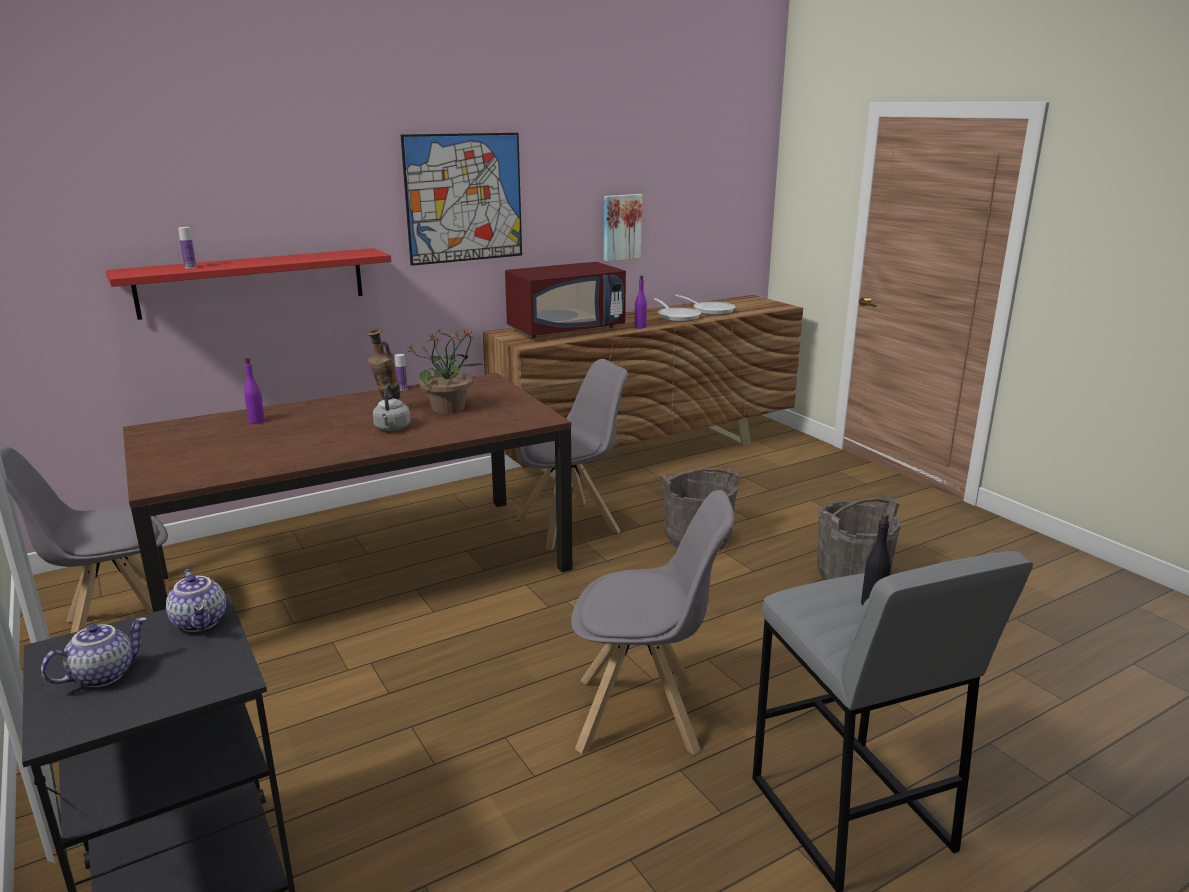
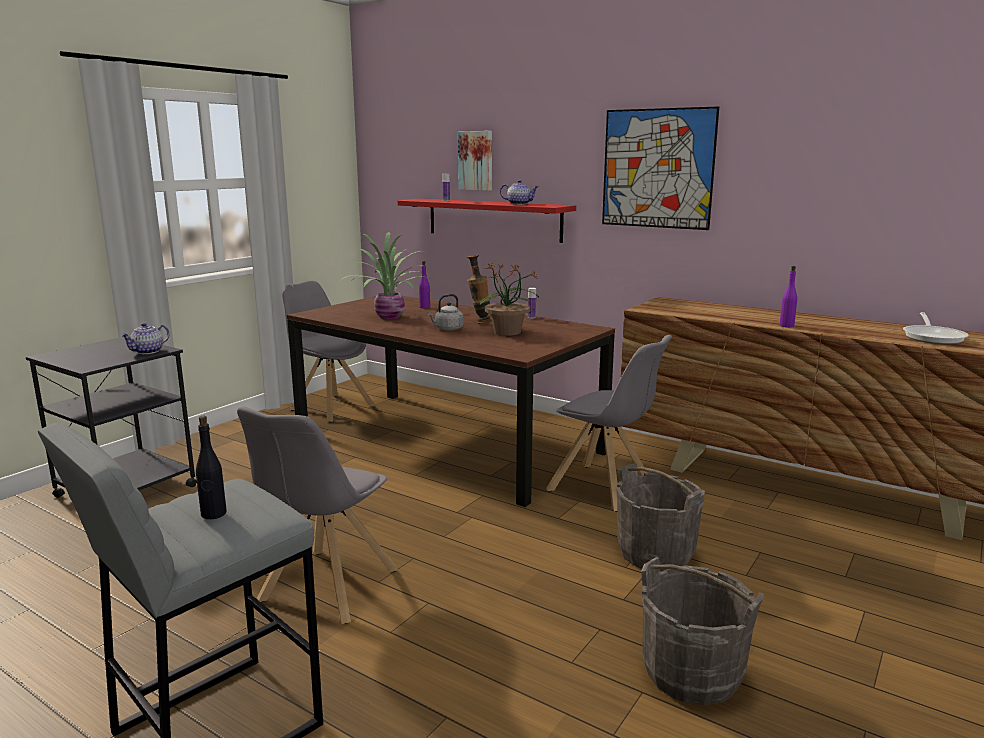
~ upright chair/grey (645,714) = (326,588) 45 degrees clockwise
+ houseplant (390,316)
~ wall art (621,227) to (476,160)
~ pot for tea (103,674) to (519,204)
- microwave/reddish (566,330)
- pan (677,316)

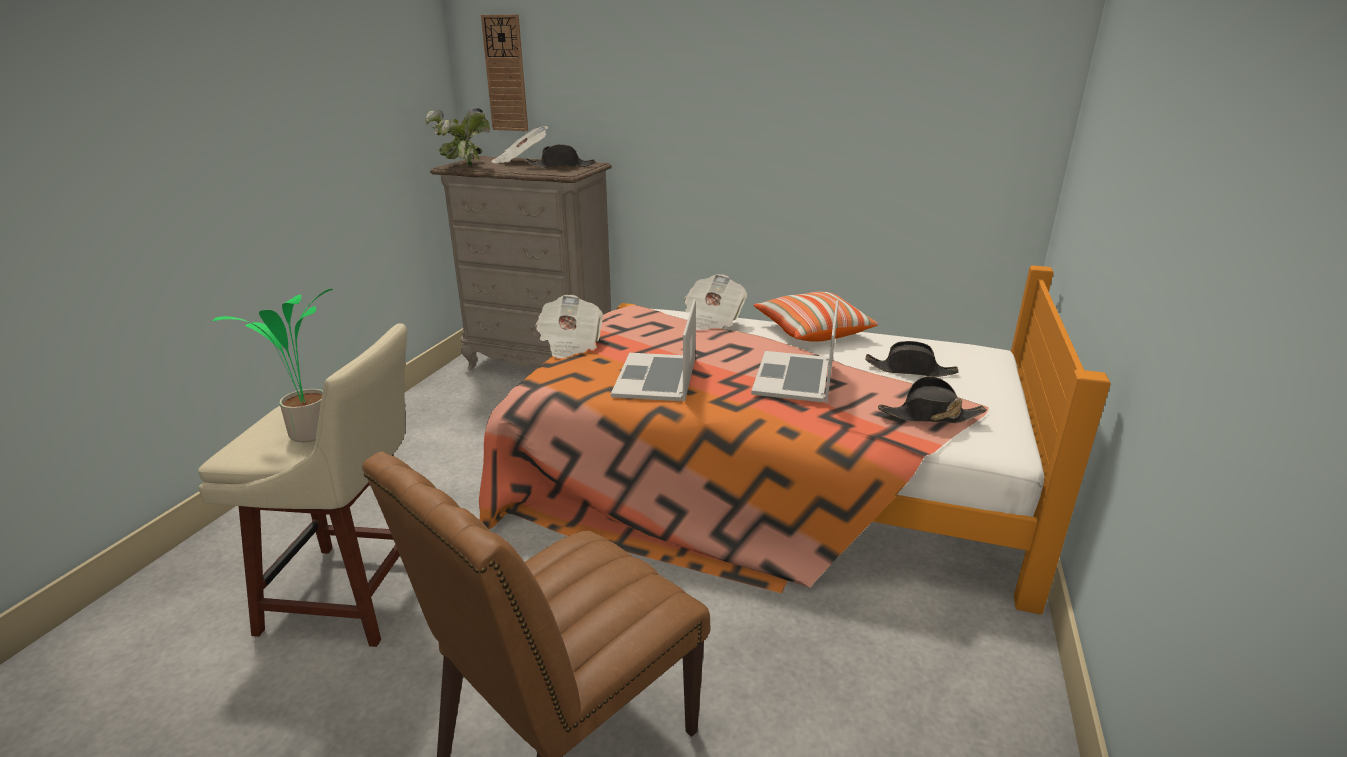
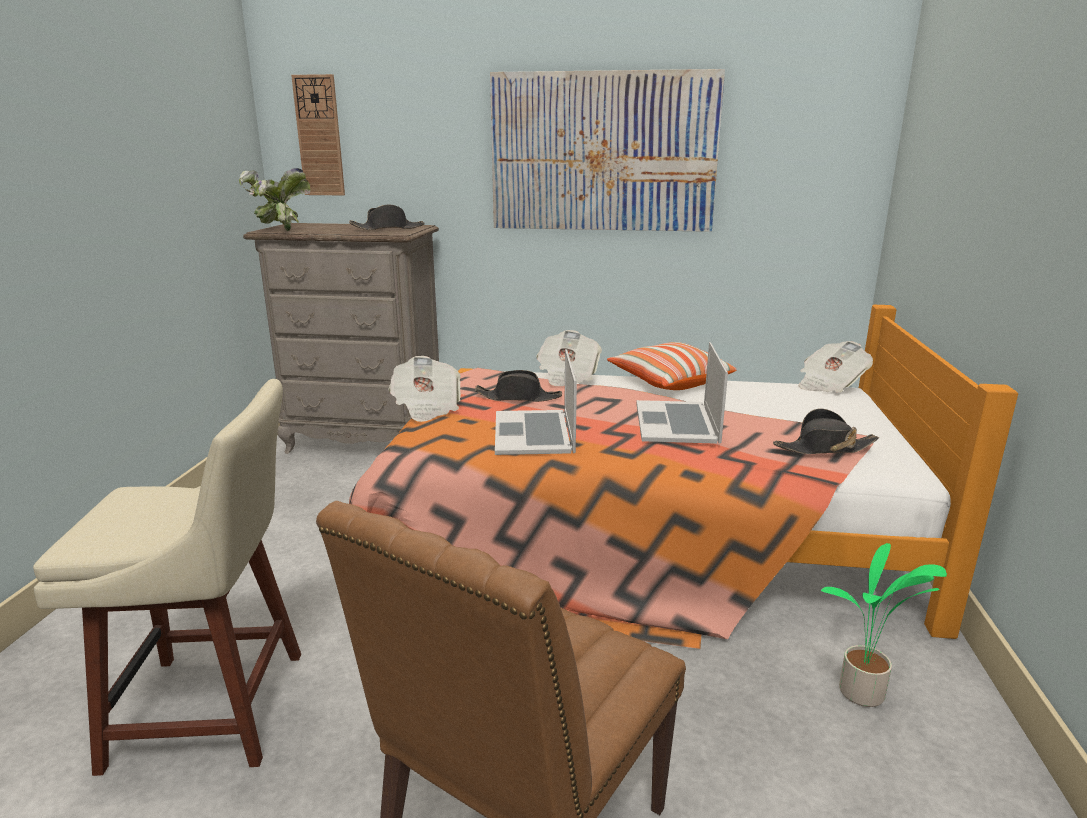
~ wearable hat/black-coloured (910,370) to (519,397)
+ wall art (603,152)
~ printed paper (521,161) to (829,385)
~ houseplant (310,435) to (863,695)

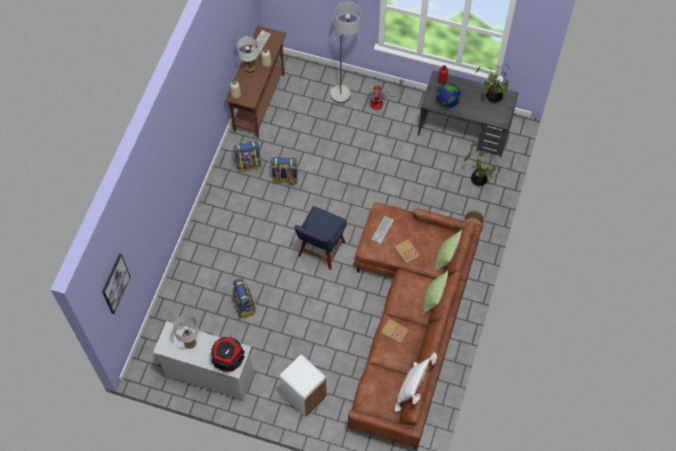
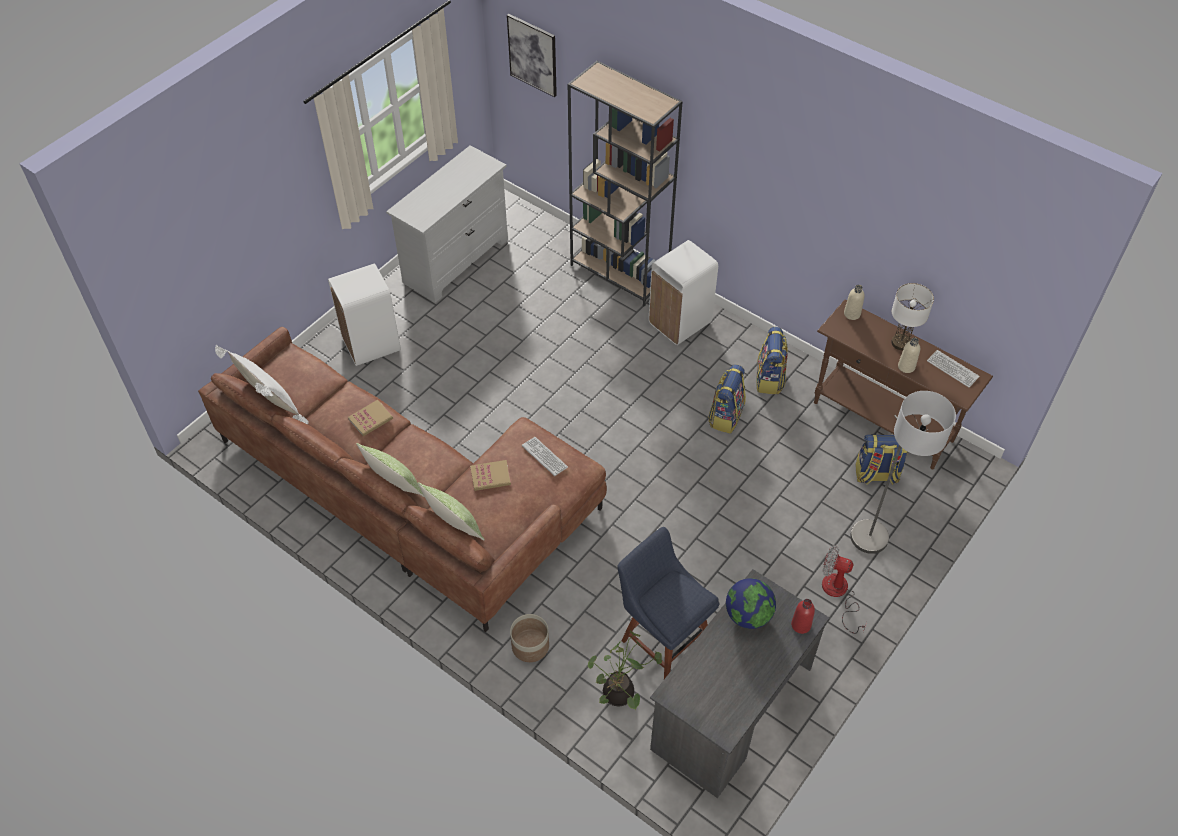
+ bookcase (620,273)
~ upright chair/bluish (320,251) to (663,637)
+ trash can/white (680,323)
~ rucksack (244,306) to (876,475)
- lamp for a table (190,342)
- loudspeaker (228,358)
- houseplant (492,96)

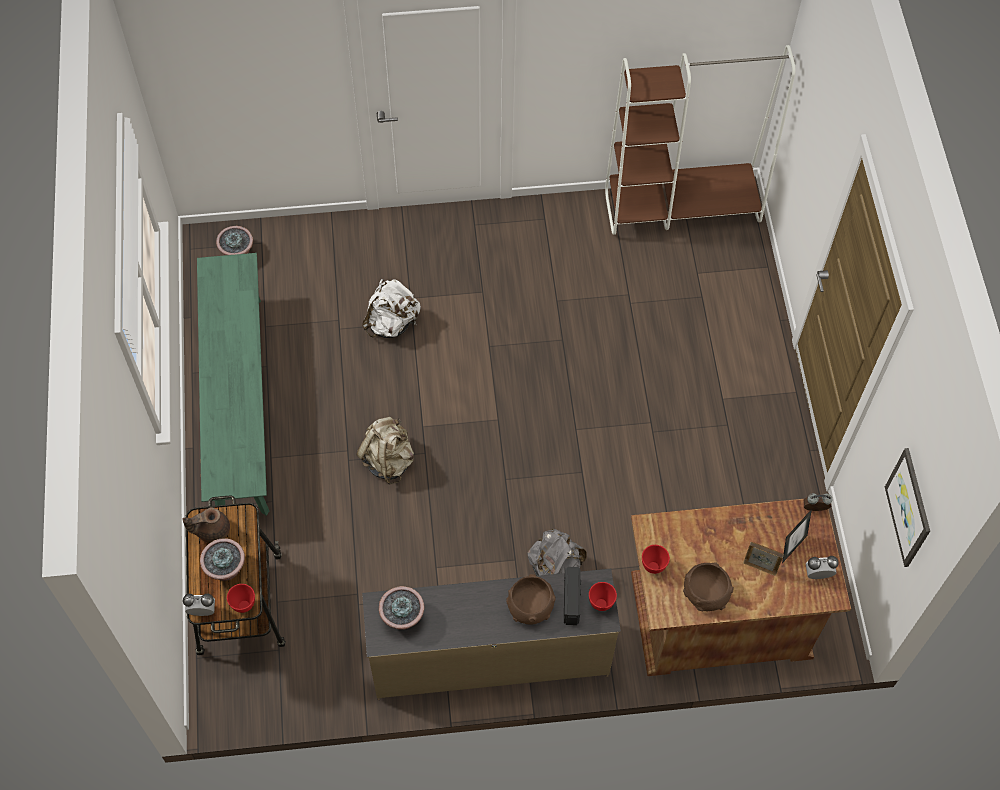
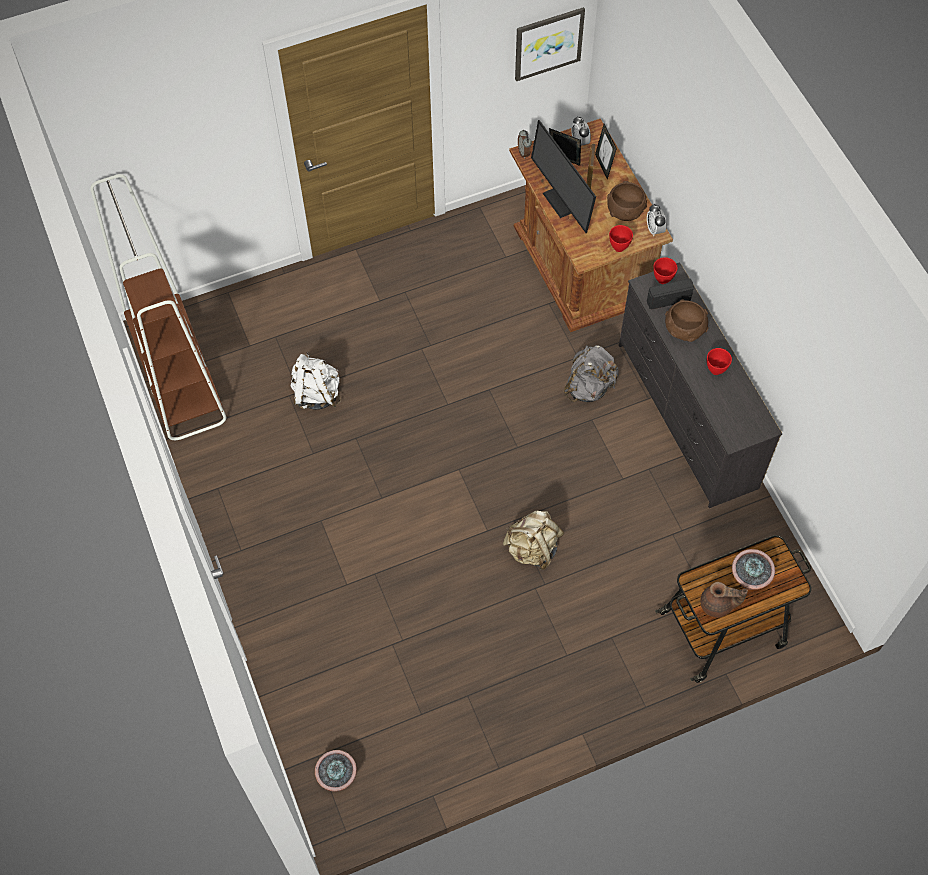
~ rucksack/white (392,323) to (316,394)
+ computer screen (565,199)
+ standing frame (603,166)
~ alarm clock (202,611) to (655,230)
~ pot for tea/brown-coloured (212,530) = (717,605) 45 degrees counterclockwise
~ deep dish/reddish (245,606) to (715,369)
- long seat/green (239,404)
- houseplant (402,617)

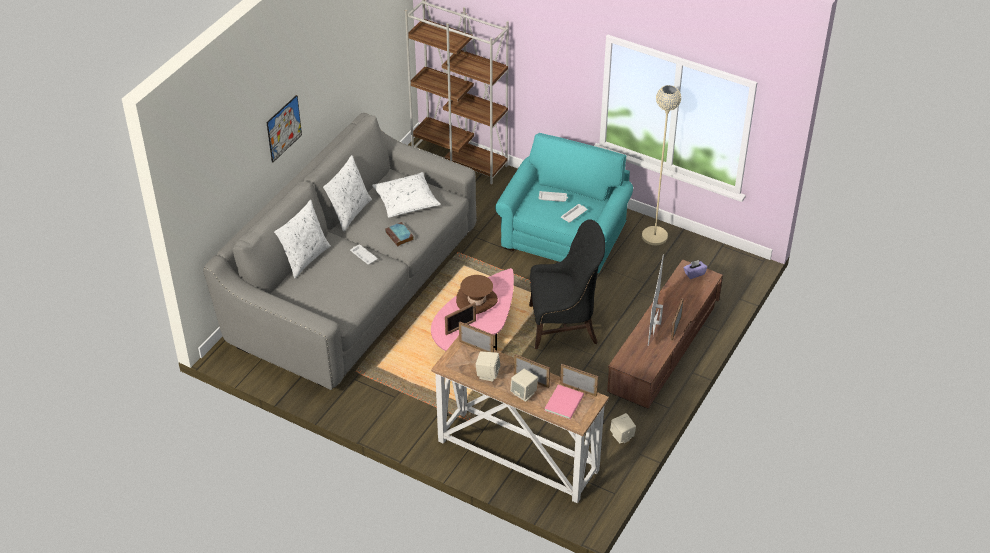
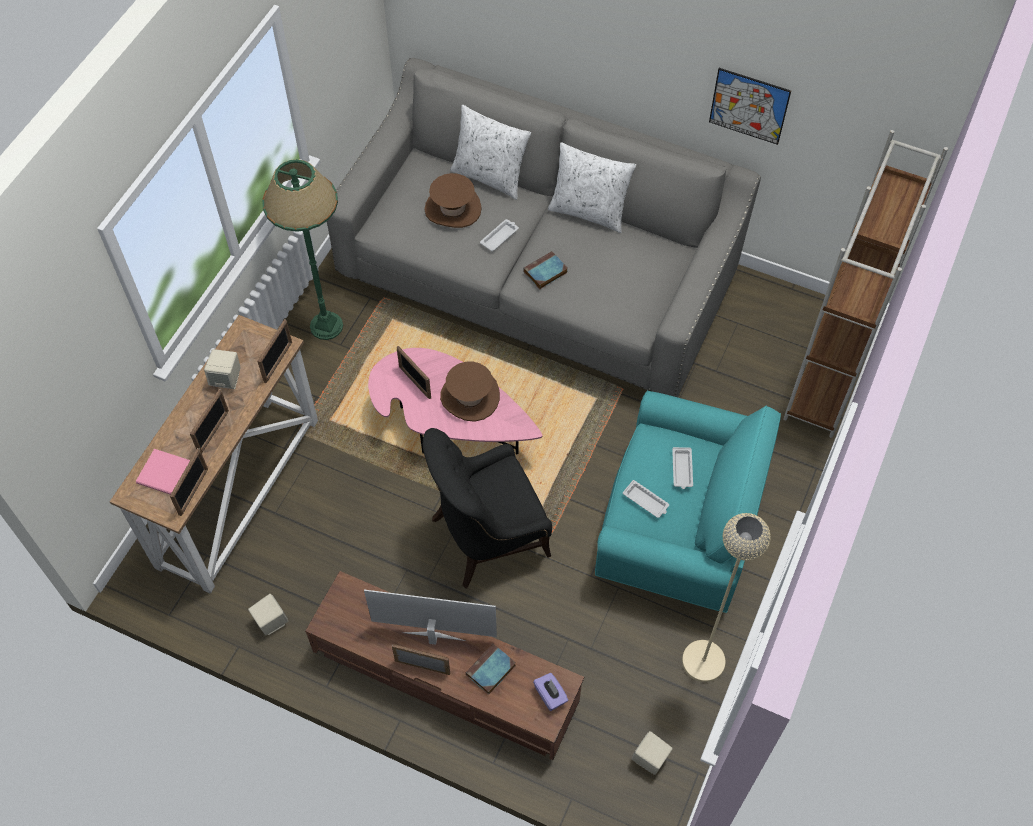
+ standard lamp/green (327,326)
~ lounge chair/black-coloured (564,324) = (488,536) 75 degrees clockwise
+ wearable hat/brown-coloured (453,209)
+ book (490,671)
~ loudspeaker/beige (524,393) to (650,759)
~ wall art (284,128) to (749,106)
- throw pillow/white (406,201)

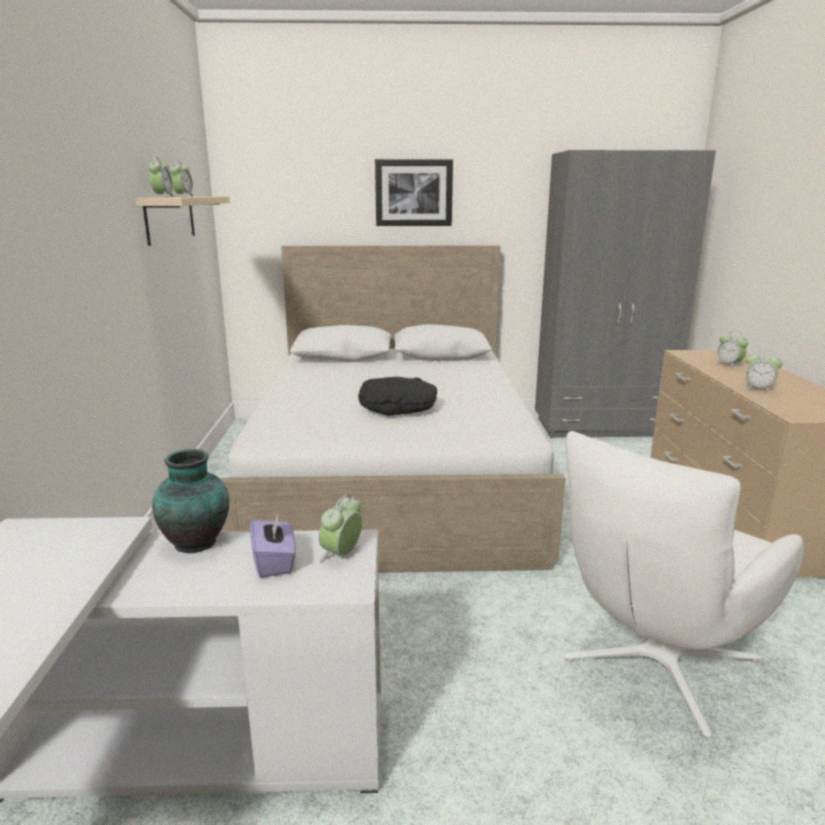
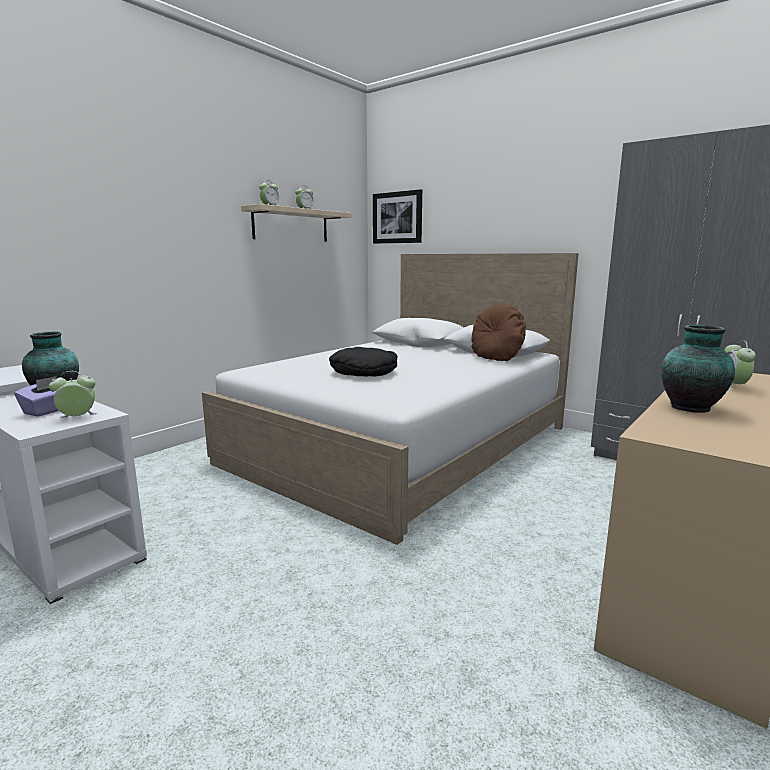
~ wall art (413,193) to (397,217)
+ throw pillow/brown-coloured (496,359)
~ alarm clock (758,389) to decorative vase (692,408)
- lounge chair/white (658,663)

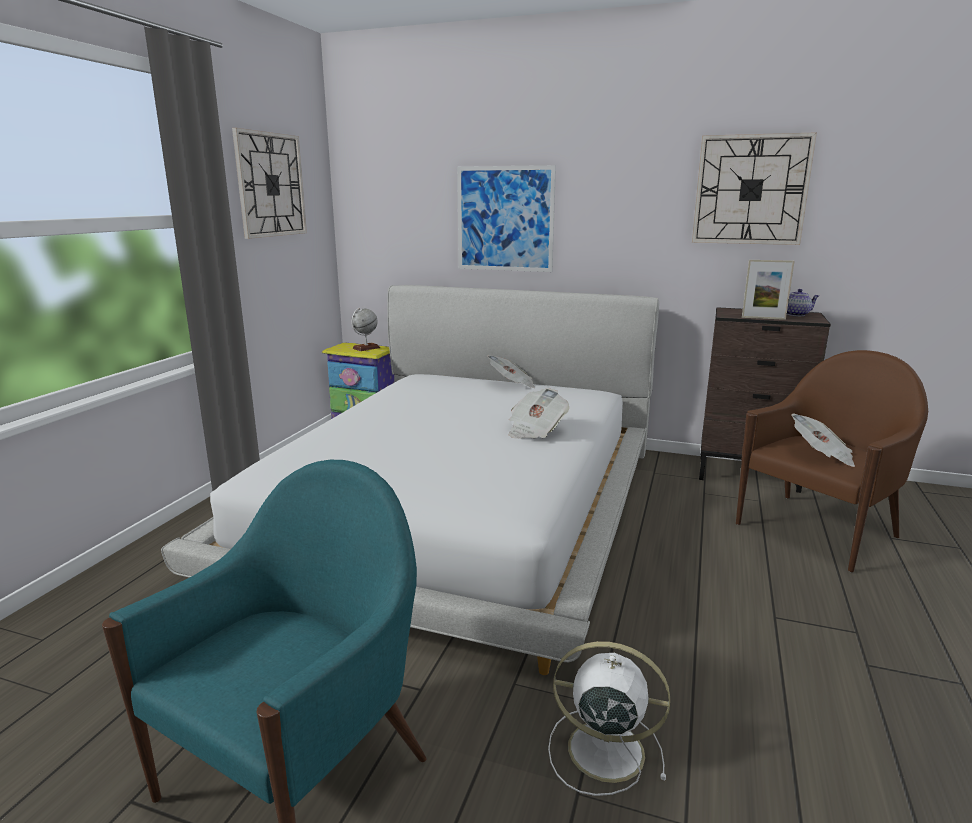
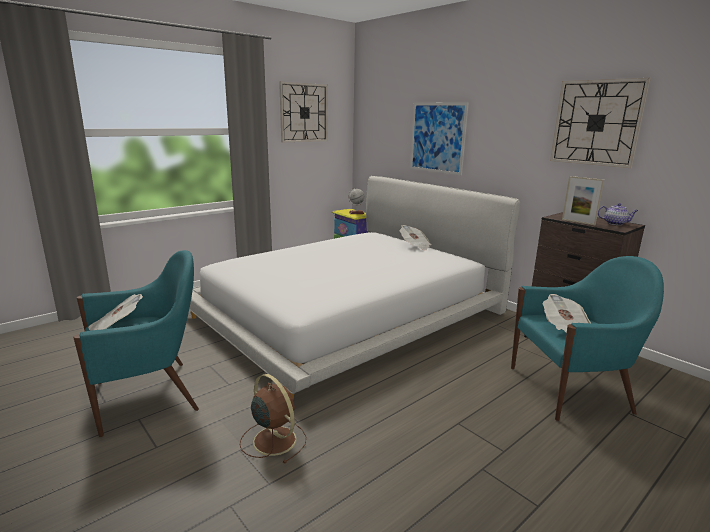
~ printed paper (535,430) to (116,326)
~ cooling fan/white (602,750) to cooling fan/brown-coloured (273,439)
~ lounge chair/brown-coloured (817,530) to lounge chair/blue-green (571,389)

